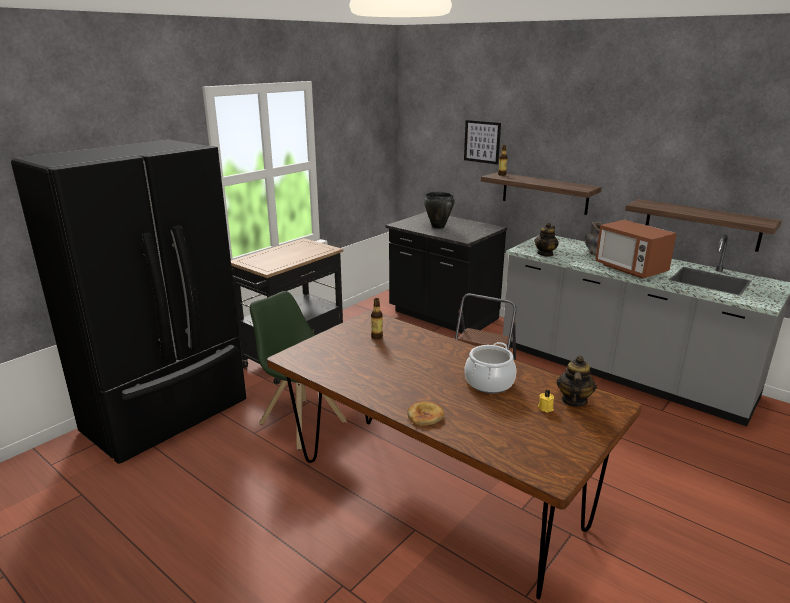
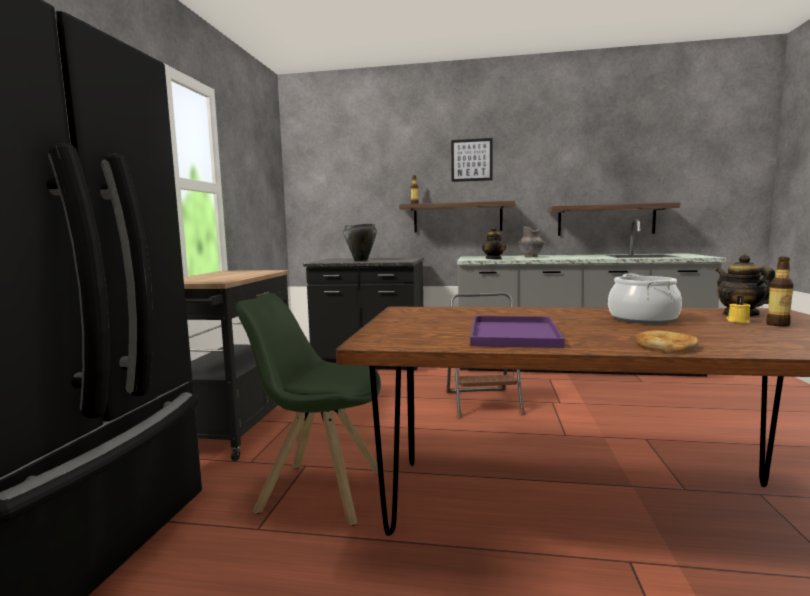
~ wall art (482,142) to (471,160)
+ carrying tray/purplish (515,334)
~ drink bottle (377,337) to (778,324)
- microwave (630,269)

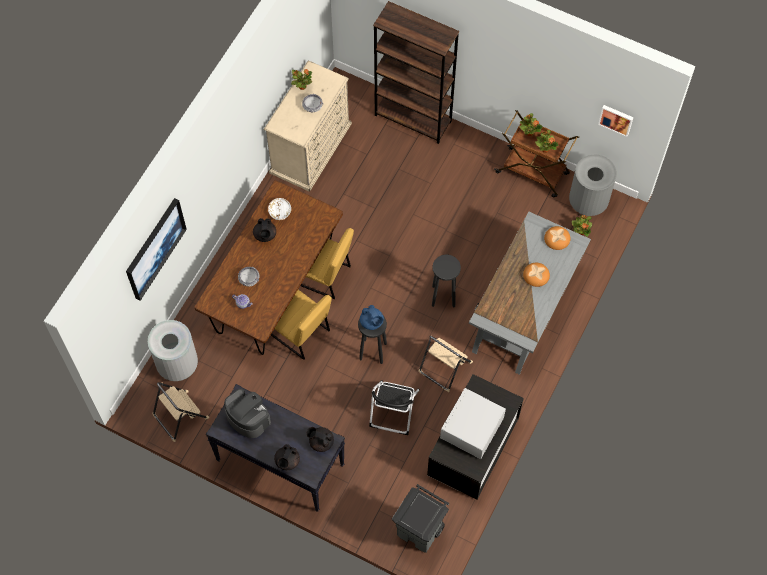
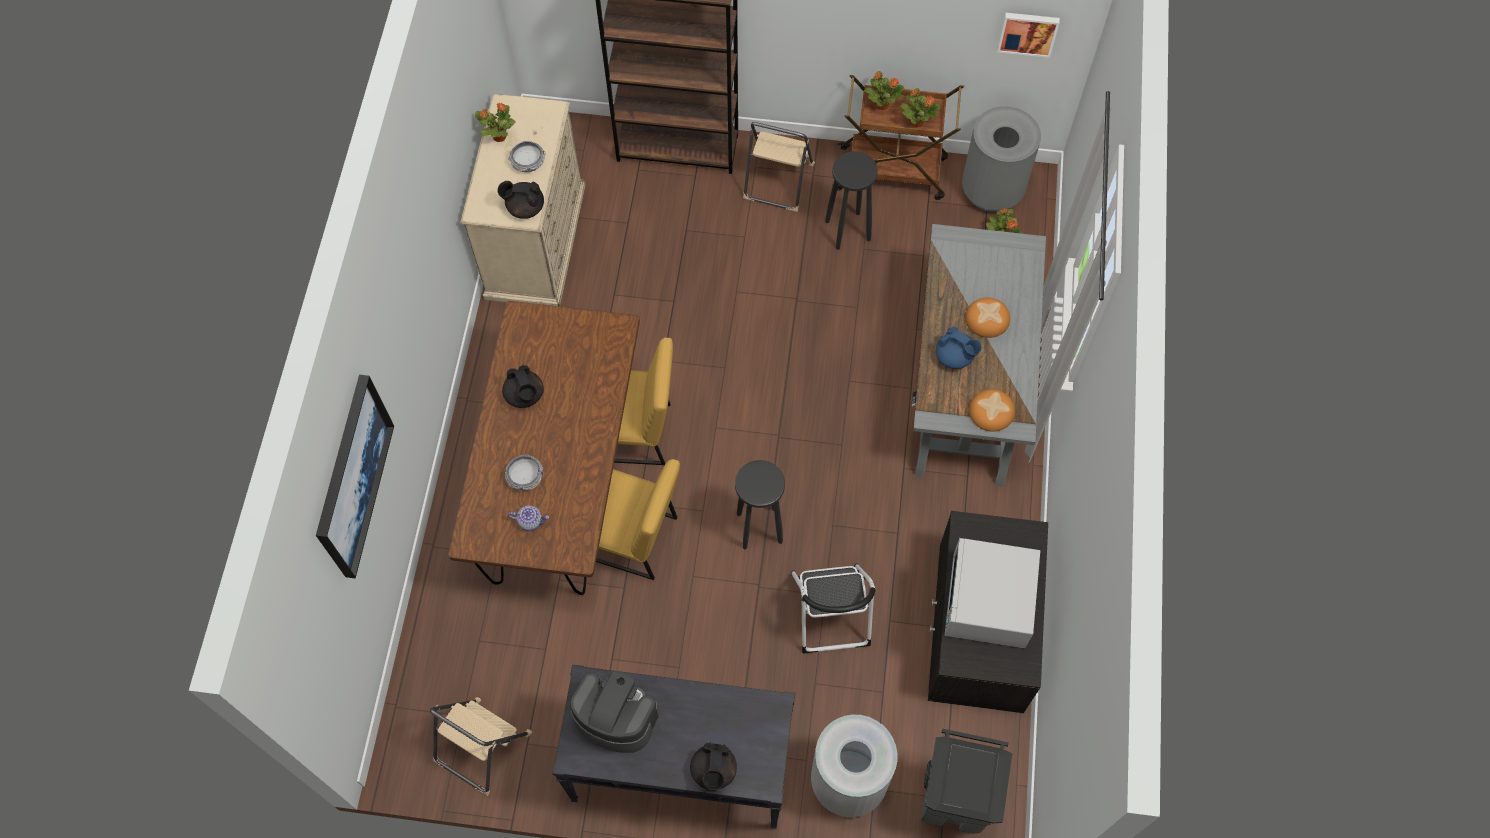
~ pot for tea/black-coloured (321,442) to (525,207)
~ stepladder/beige (443,368) to (777,182)
~ trash can/grey (177,364) to (848,781)
~ sitting stool/black-coloured (443,296) to (847,229)
~ pot for tea/bluish (372,322) to (955,357)
~ bread (557,238) to (991,411)
- deep dish/white (280,212)

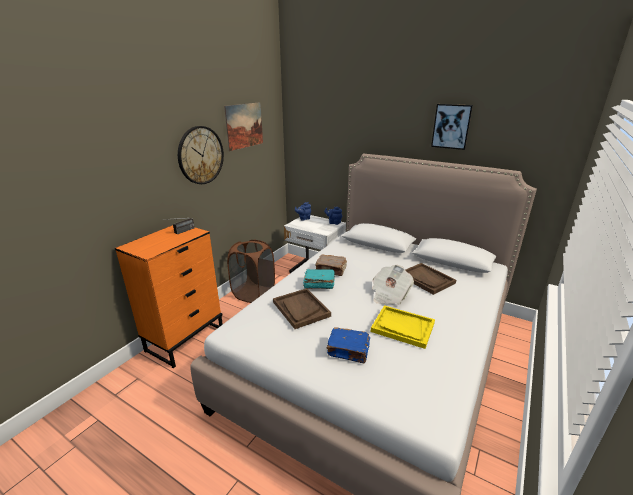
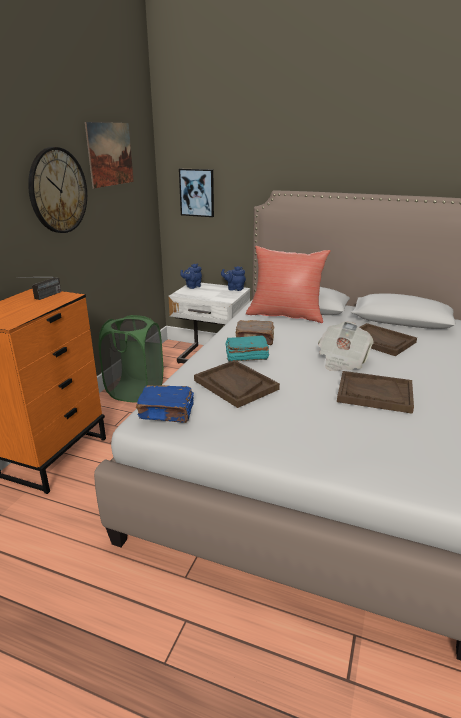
~ laundry basket/brown-coloured (253,294) to laundry basket/green (135,391)
~ book/bluish (349,351) to (167,412)
~ wall art (451,126) to (197,192)
+ throw pillow/reddish (285,315)
~ carrying tray/yellowish (402,327) to carrying tray/brown-coloured (374,393)

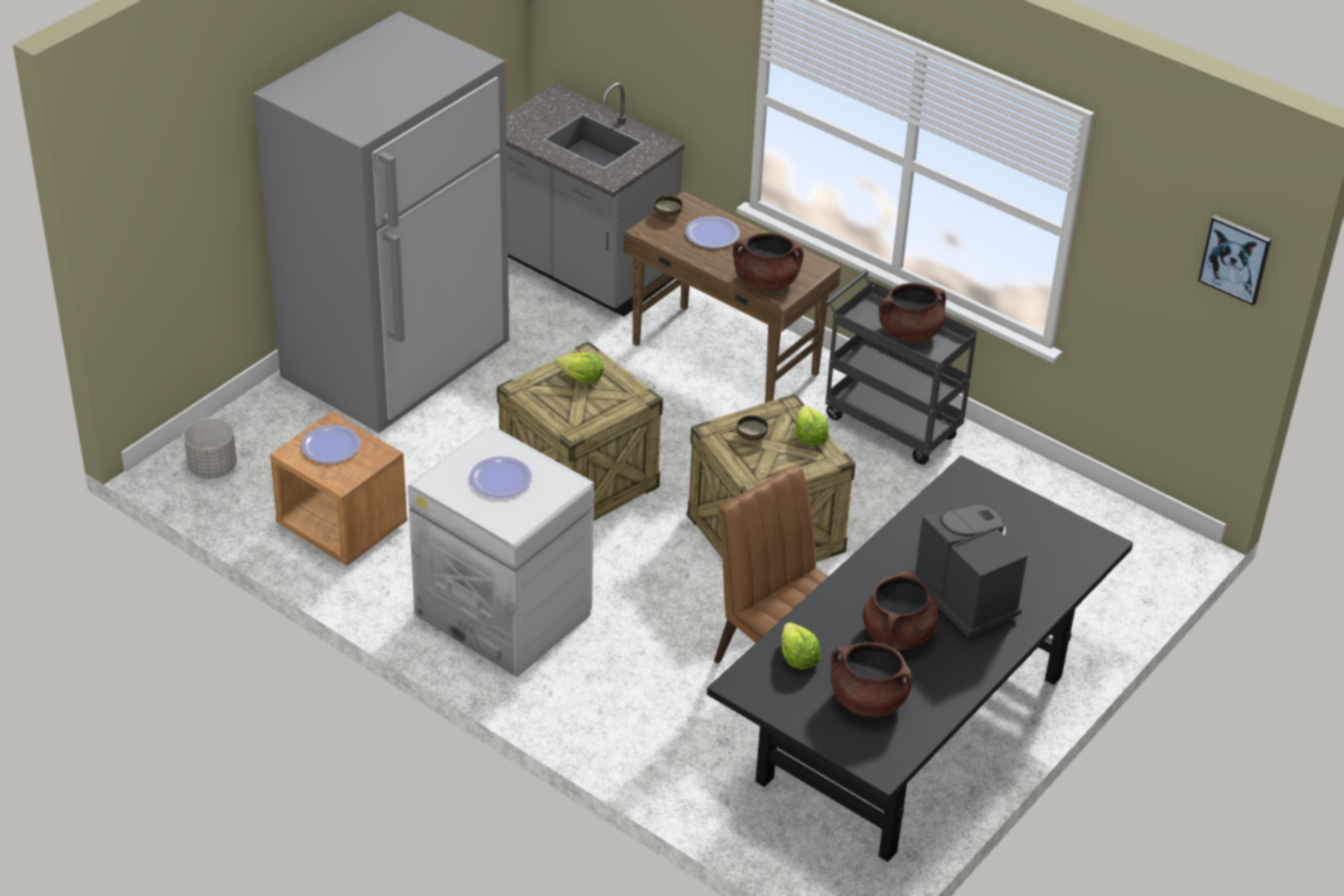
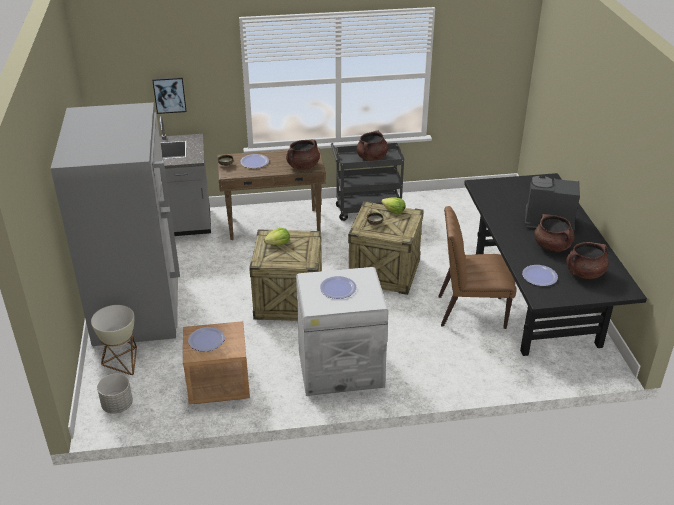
+ flower pot (122,362)
~ wall art (1235,258) to (169,94)
~ lettuce (798,657) to plate (539,276)

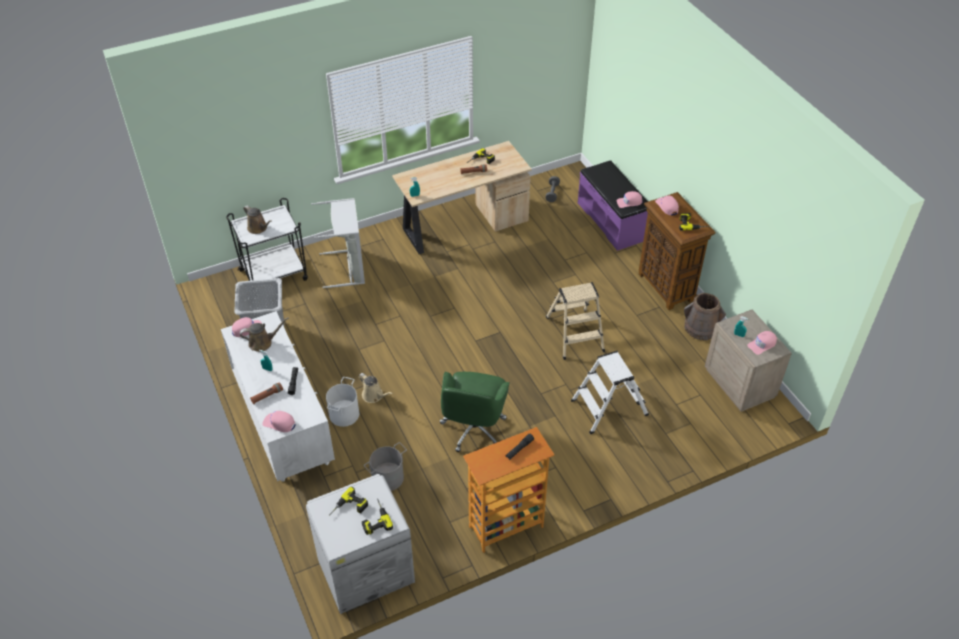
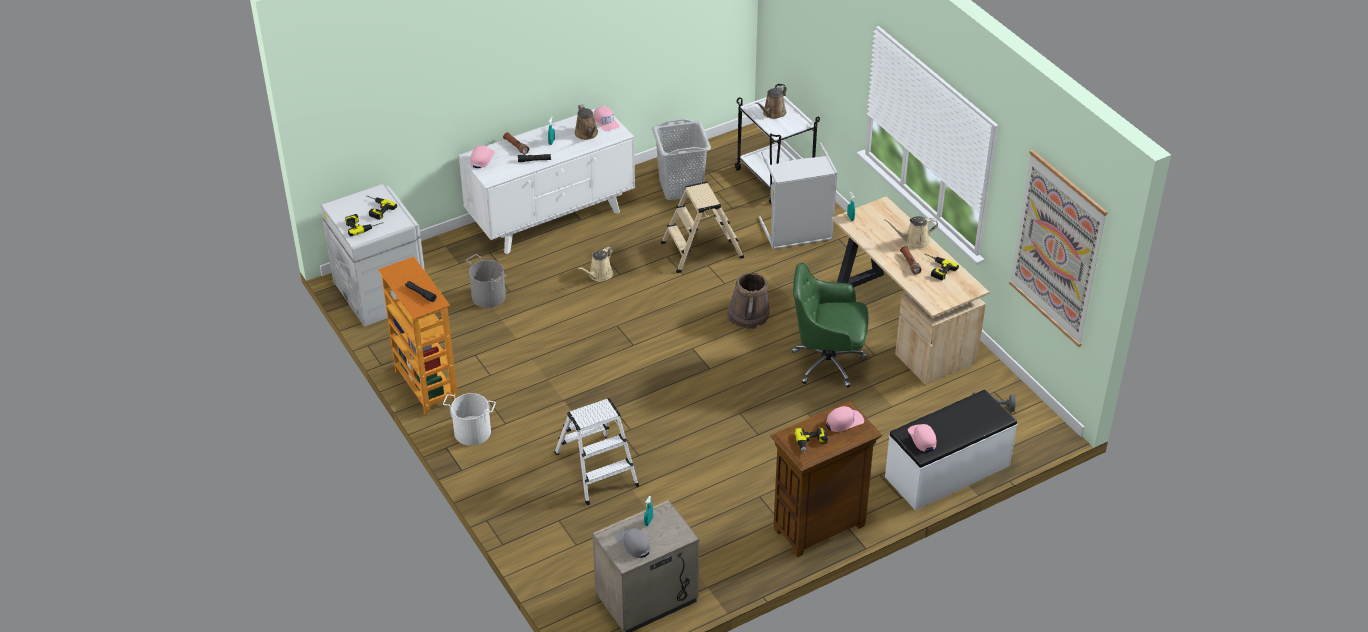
~ pail/white (343,414) to (472,431)
~ cap/pinkish (762,344) to cap/grey (633,544)
~ stepladder/beige (574,333) to (702,250)
~ pail/brown-coloured (701,328) to (748,315)
~ office chair/green (473,429) to (827,362)
+ watering pot/beige (914,242)
~ long seat/purplish (612,221) to long seat/white (948,472)
+ wall art (1057,249)

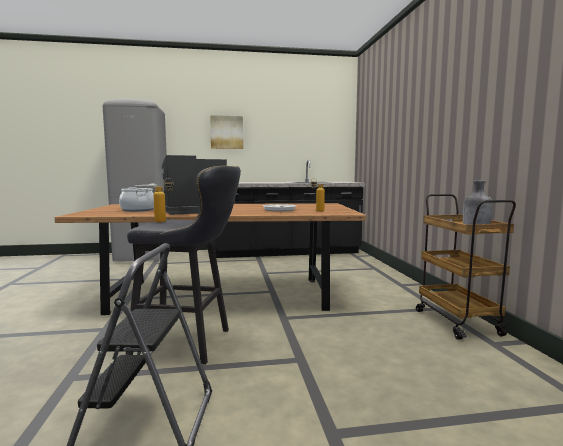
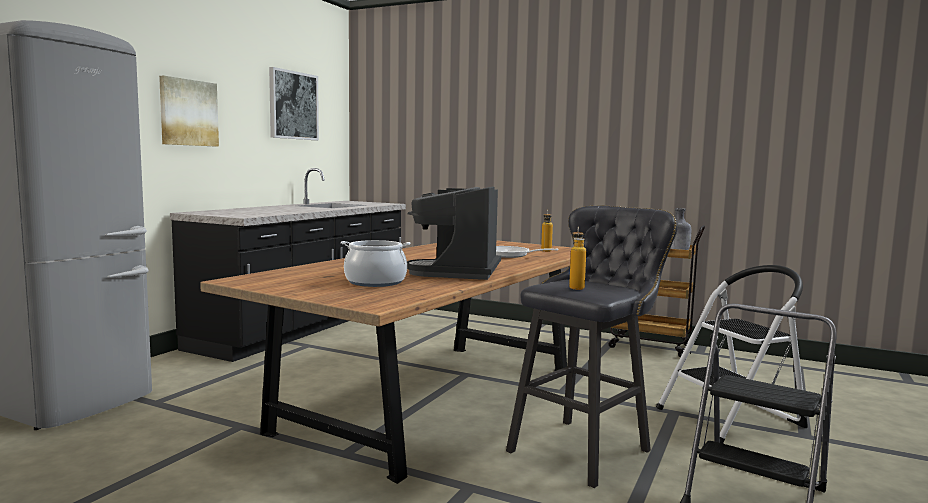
+ wall art (293,105)
+ stepladder (733,418)

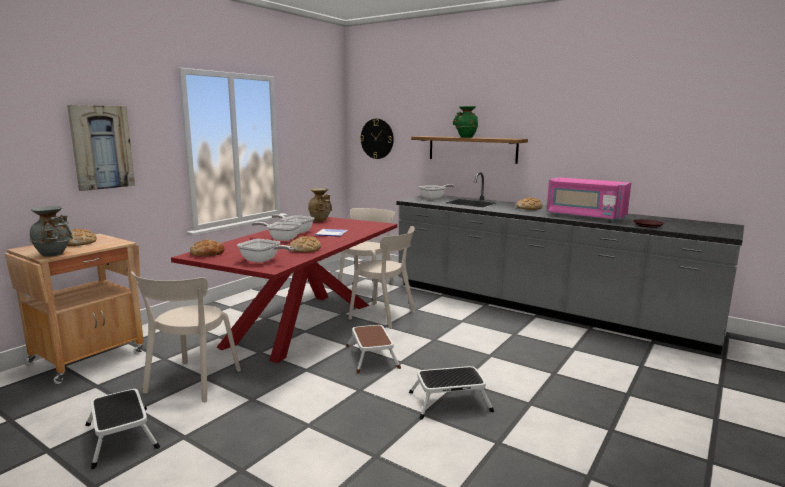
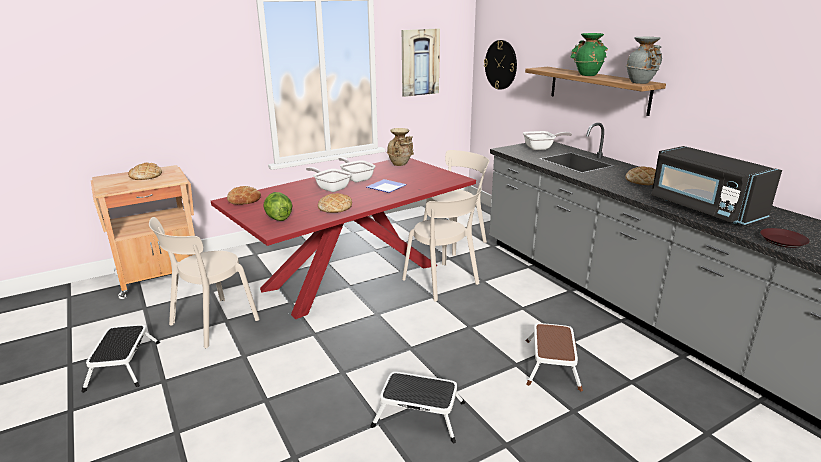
~ pan (263,260) to lettuce (278,218)
~ wall art (101,147) to (419,62)
~ stepladder/brown-coloured (372,357) to (552,364)
~ decorative vase/grey (54,254) to (641,82)
~ microwave/pinkish (585,216) to microwave/black-coloured (703,208)

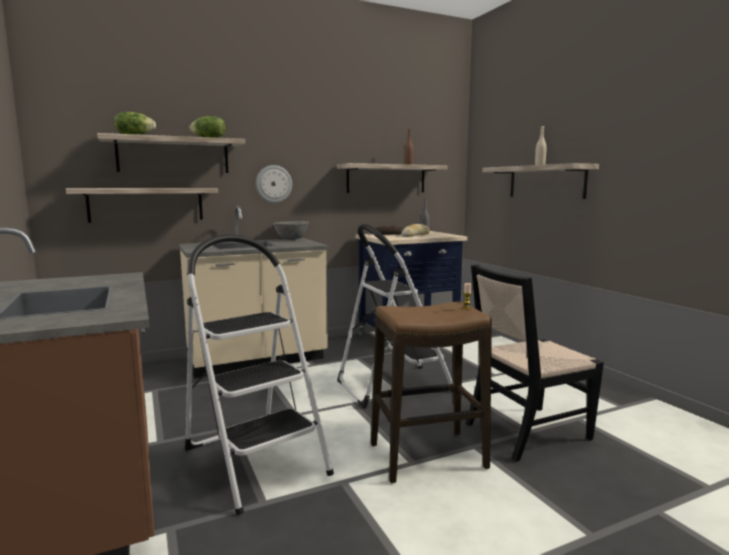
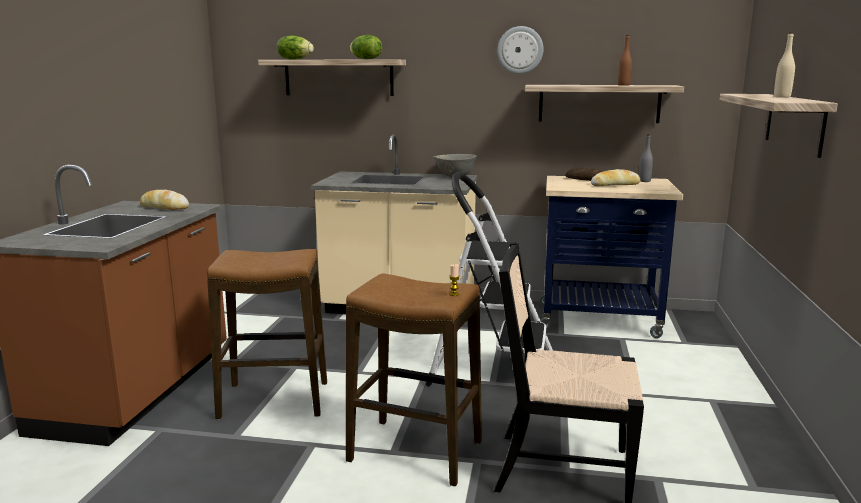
+ bread (164,207)
~ stepladder (254,459) to sitting stool (274,400)
~ hanging clock (273,184) to (520,50)
- shelf (146,204)

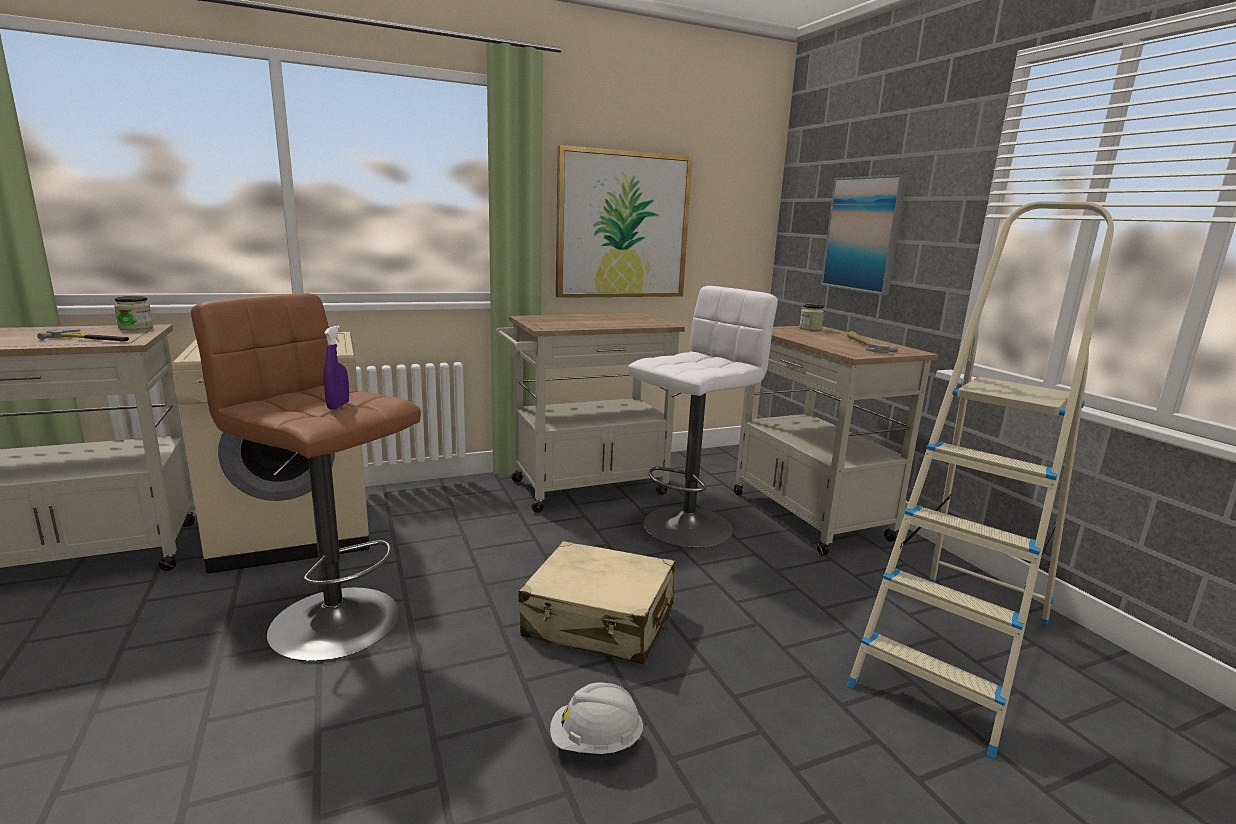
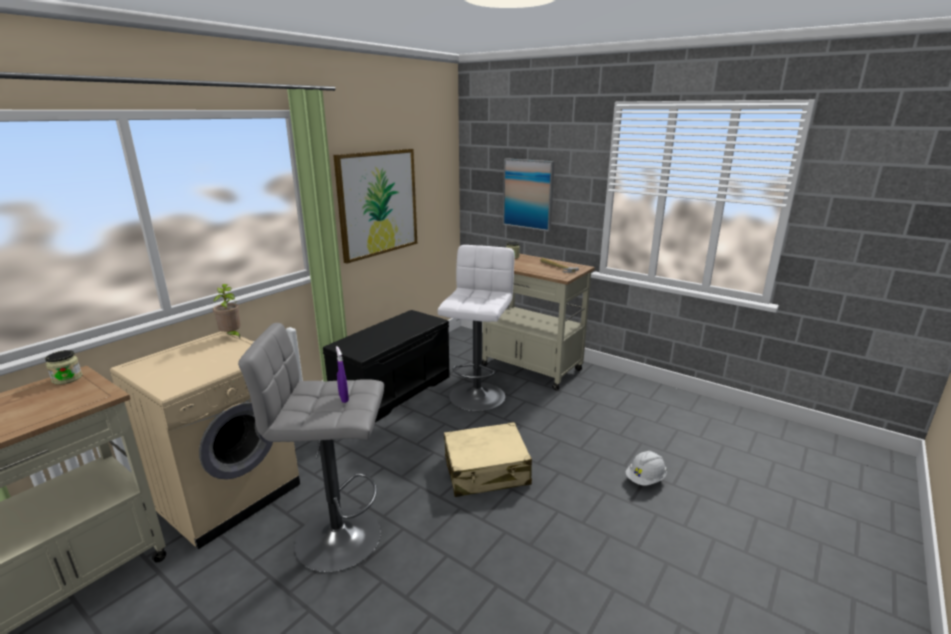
+ houseplant (232,336)
~ sitting stool/brown-coloured (335,621) to sitting stool/grey (337,537)
~ cart/beige (584,488) to long seat/black-coloured (393,391)
~ hard hat/white (595,742) to (645,479)
- hammer (89,339)
- stepladder/beige (956,651)

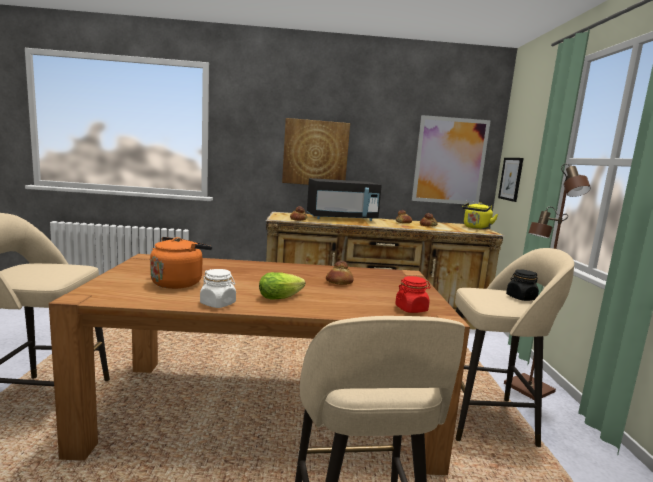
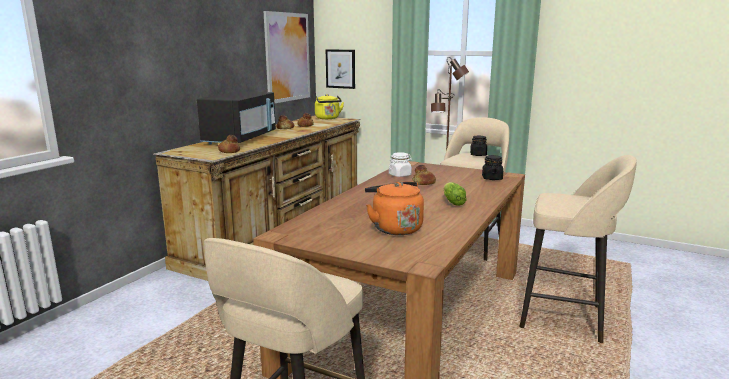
~ storage jar/white (218,303) to (400,175)
~ storage jar/reddish (411,309) to storage jar/black-coloured (492,178)
- wall art (315,153)

